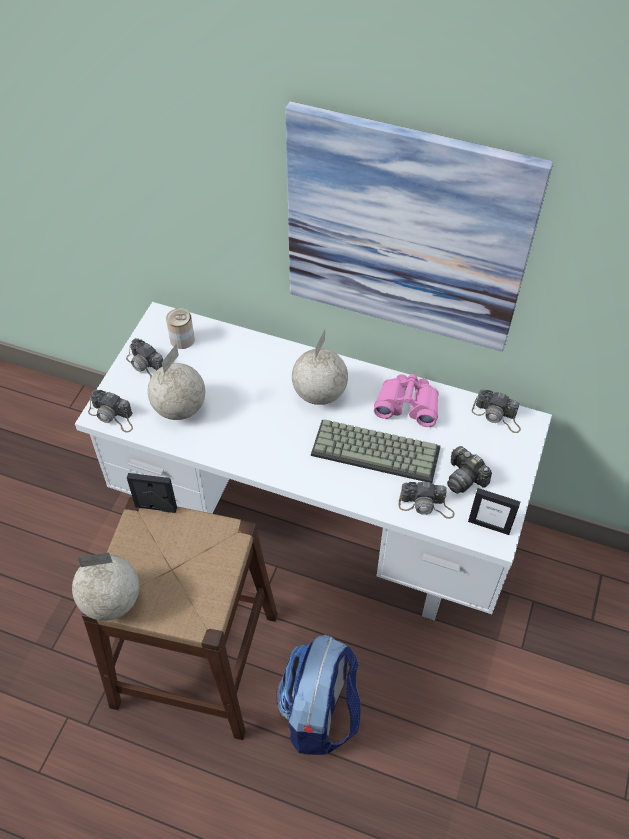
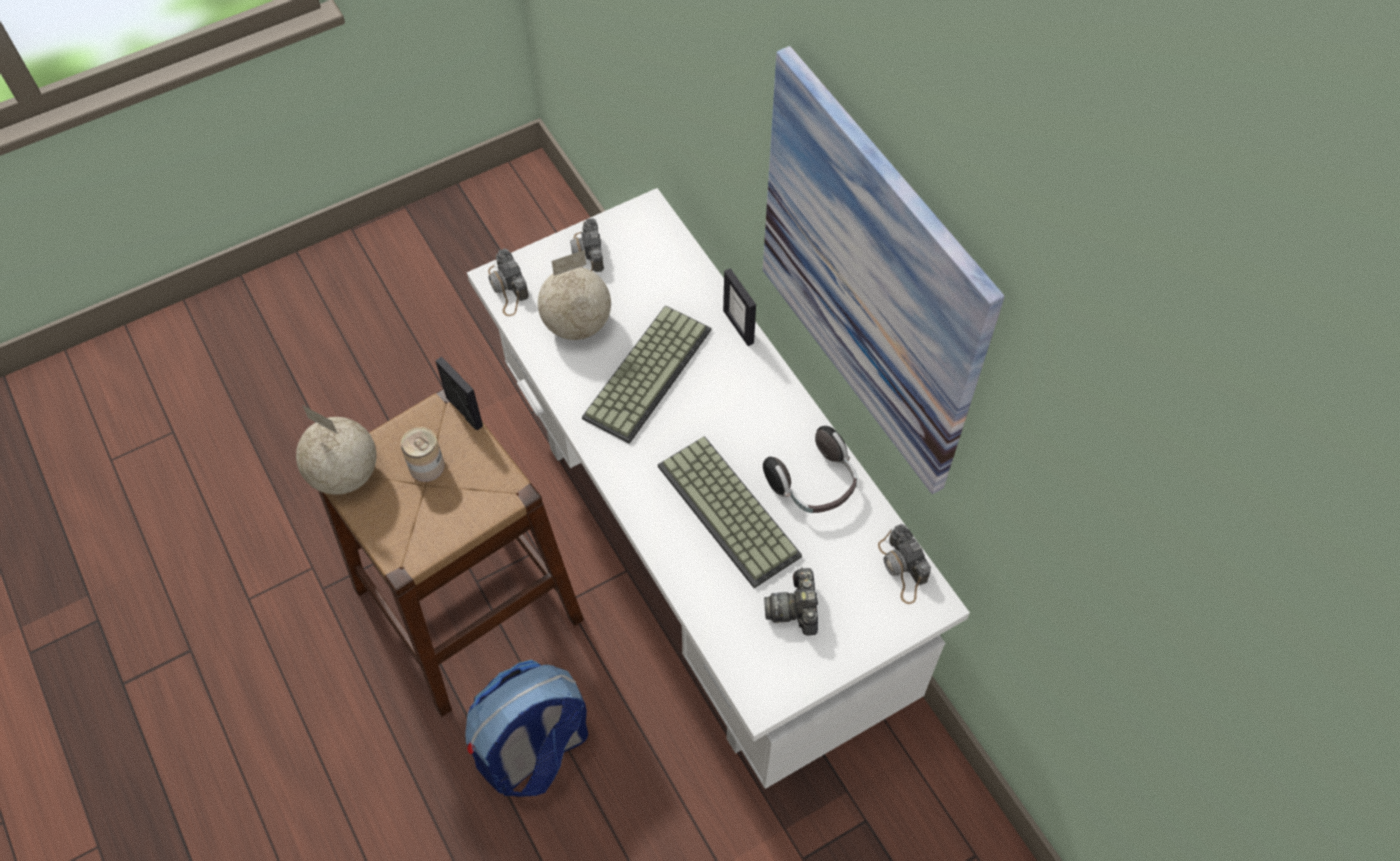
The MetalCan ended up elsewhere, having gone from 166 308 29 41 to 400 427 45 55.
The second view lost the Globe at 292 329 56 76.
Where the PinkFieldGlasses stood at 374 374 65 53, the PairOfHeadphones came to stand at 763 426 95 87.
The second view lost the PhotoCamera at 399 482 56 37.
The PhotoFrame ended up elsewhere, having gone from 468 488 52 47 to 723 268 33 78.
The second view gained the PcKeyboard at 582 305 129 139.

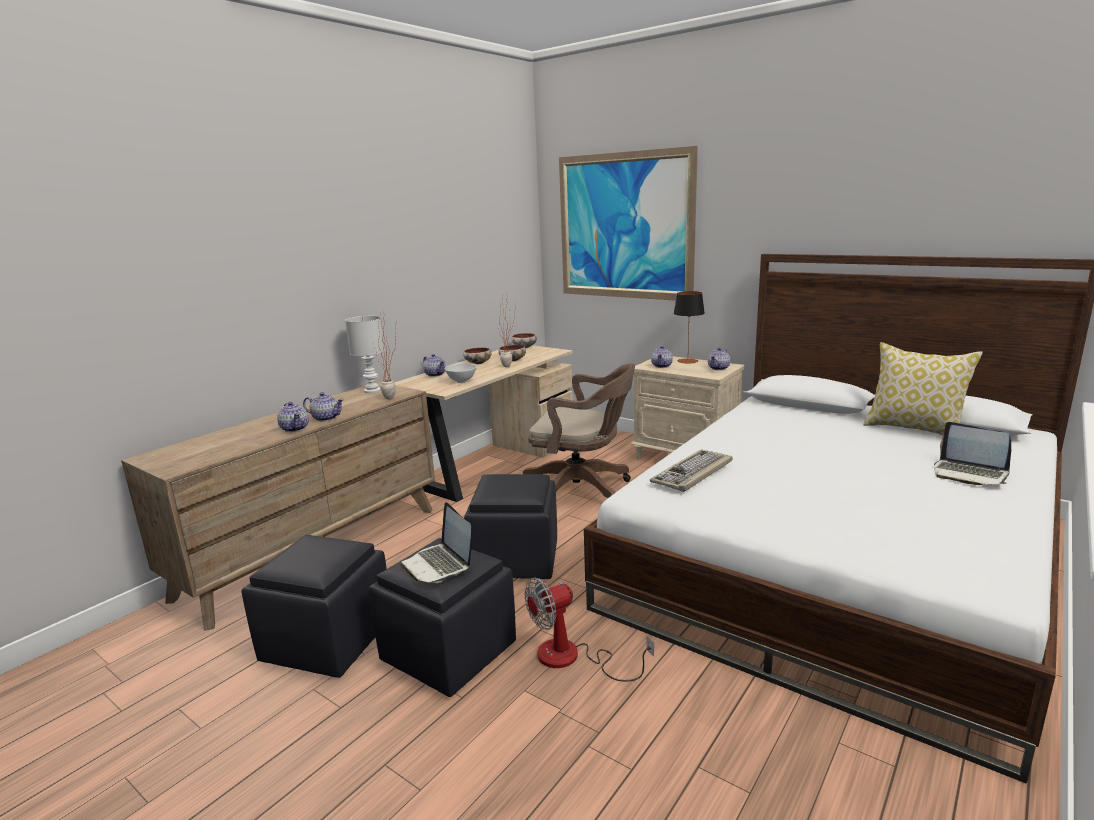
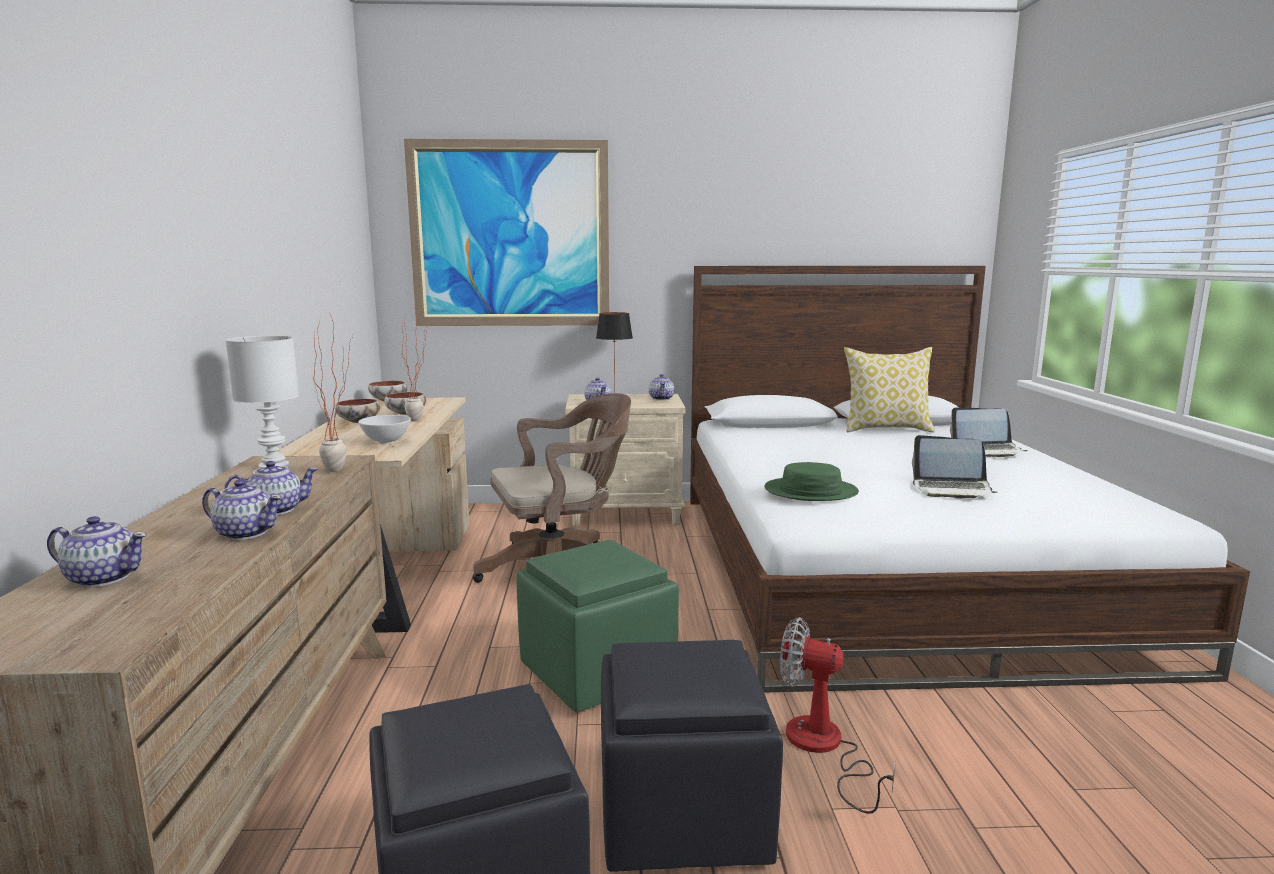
The PotForTea ended up elsewhere, having gone from 423 354 23 23 to 47 516 100 71.
Where the PcKeyboard stood at 650 449 83 43, the GreenHat came to stand at 764 462 95 39.
What was the BlackColouredOttoman at 464 474 93 105 turned into the GreenOttoman at 517 540 162 173.
The PortableComputer ended up elsewhere, having gone from 400 502 72 81 to 912 435 85 64.
The CoolingFan at 525 578 129 104 ended up facing another way, 90 degrees clockwise from before.

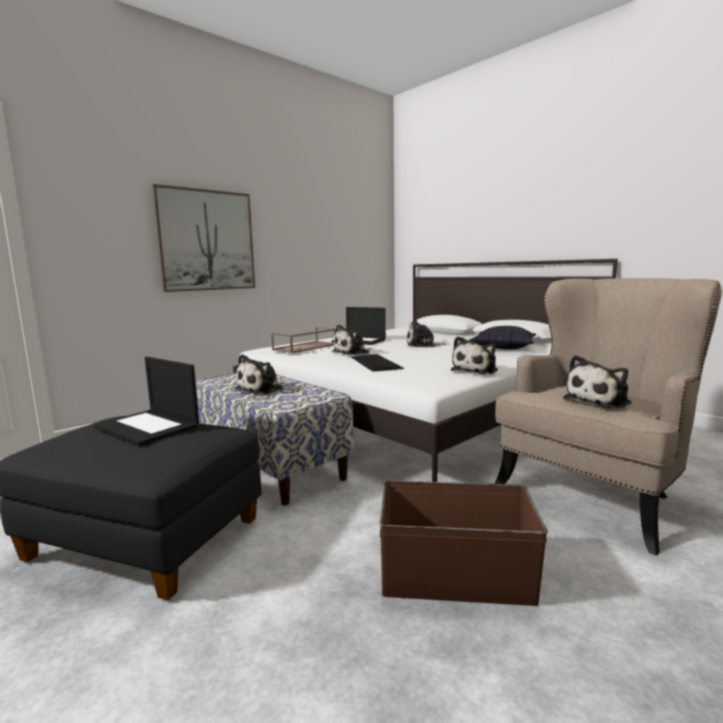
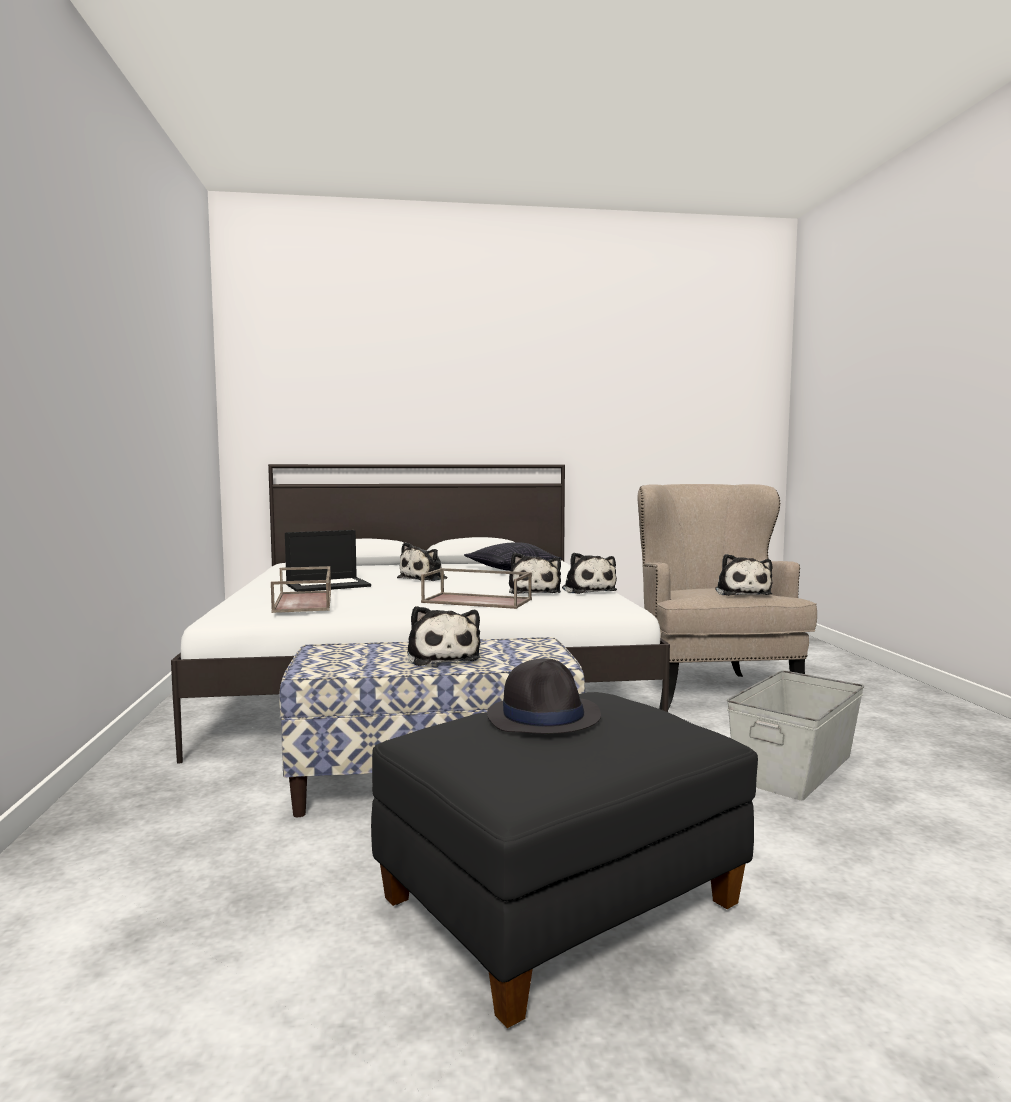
The second view lost the WallPicture at 151 184 104 108.
The CuddlyToy ended up elsewhere, having gone from 332 325 39 30 to 509 553 52 41.
Where the PcKeyboard stood at 351 354 53 18, the BrownColouredCarryingTray came to stand at 421 568 111 41.
Where the PortableComputer stood at 94 357 105 89, the BlackColouredHat came to stand at 487 658 114 76.
What was the BrownColouredStorageBox at 379 481 169 125 turned into the GreyStorageBox at 727 670 137 131.

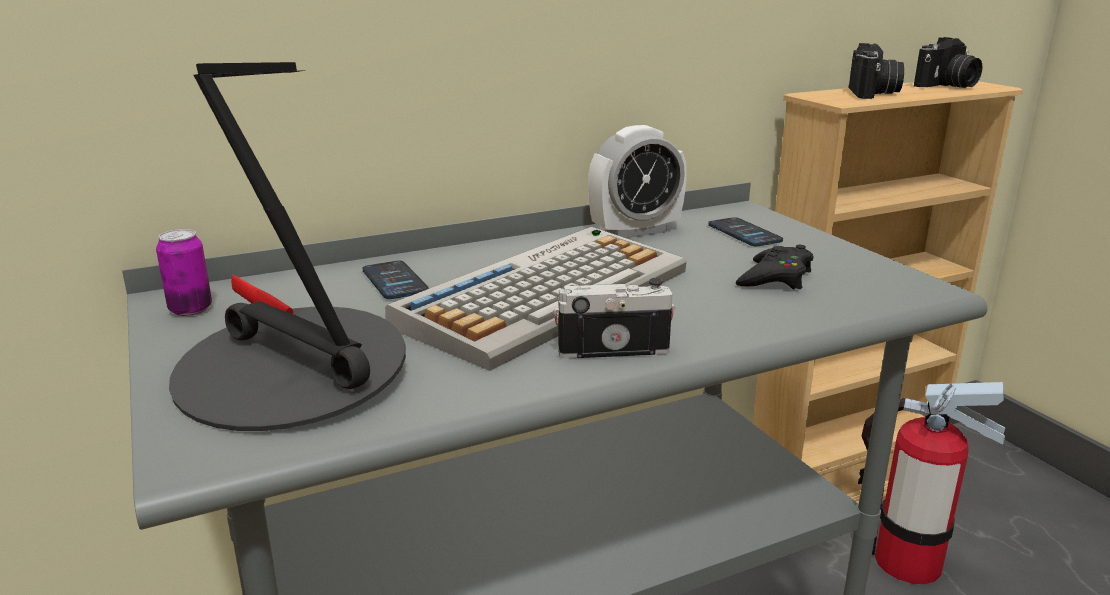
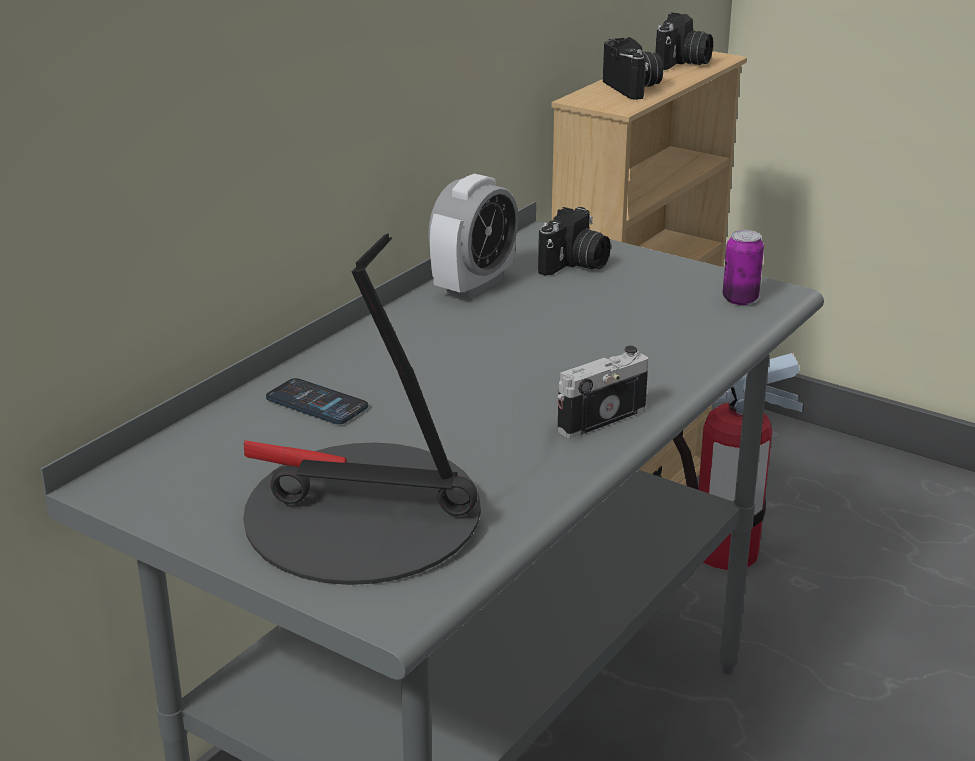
Where the Telephone stood at 708 217 75 29, the PhotoCamera came to stand at 538 207 73 69.
The second view lost the PcKeyboard at 385 227 301 144.
The MetalCan ended up elsewhere, having gone from 156 229 56 87 to 722 230 42 75.
The second view lost the BlackColouredGamepad at 736 245 77 45.

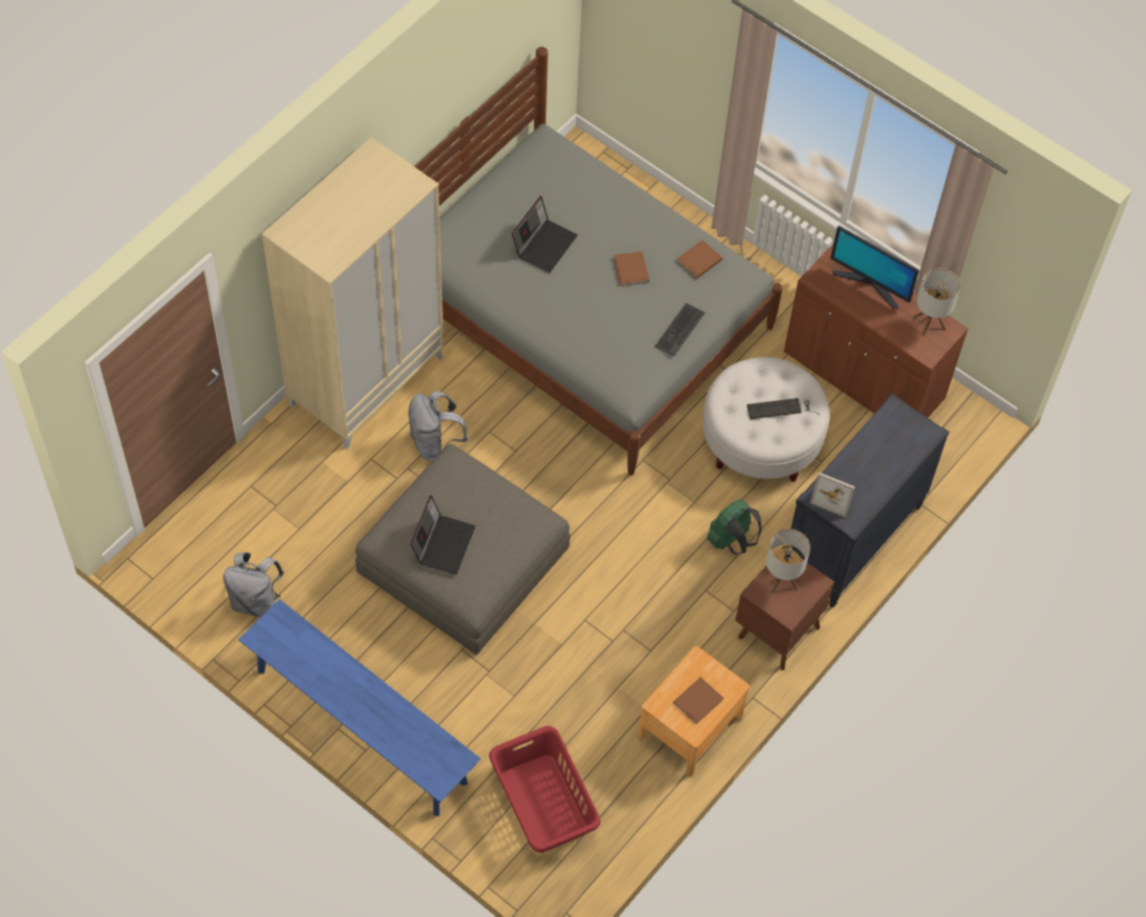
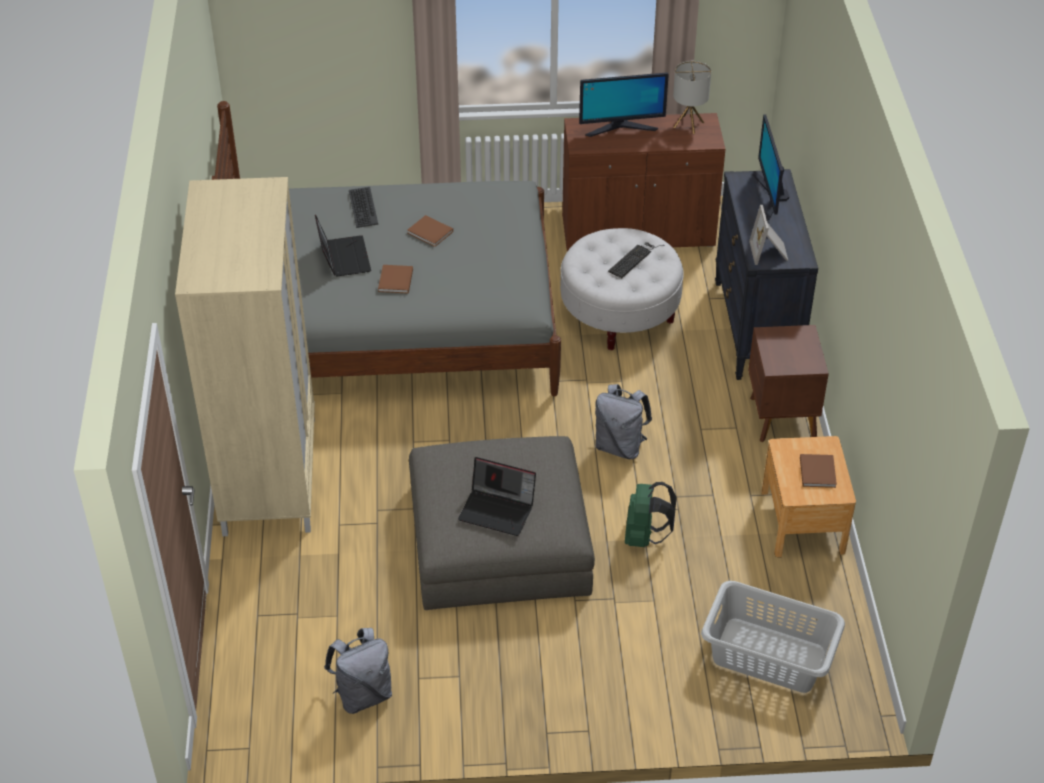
The BrownColouredVolume ended up elsewhere, having gone from 677 240 46 39 to 378 265 35 29.
The PcKeyboard ended up elsewhere, having gone from 655 303 50 53 to 349 187 29 41.
The GreyKnapsack ended up elsewhere, having gone from 408 391 60 70 to 595 384 57 75.
The PhotoFrame at 810 472 45 45 ended up facing another way, 105 degrees clockwise from before.
The PortableComputer at 410 495 66 80 ended up facing another way, 135 degrees clockwise from before.
The GreenKnapsack ended up elsewhere, having gone from 707 500 55 54 to 625 482 52 65.
The second view lost the TableLamp at 766 529 44 65.
The second view lost the BlueColouredLongSeat at 238 599 243 217.
What was the RedColouredLaundryBasket at 489 726 111 127 turned into the GreyLaundryBasket at 701 581 144 112.
The second view gained the ComputerDisplay at 752 114 37 106.

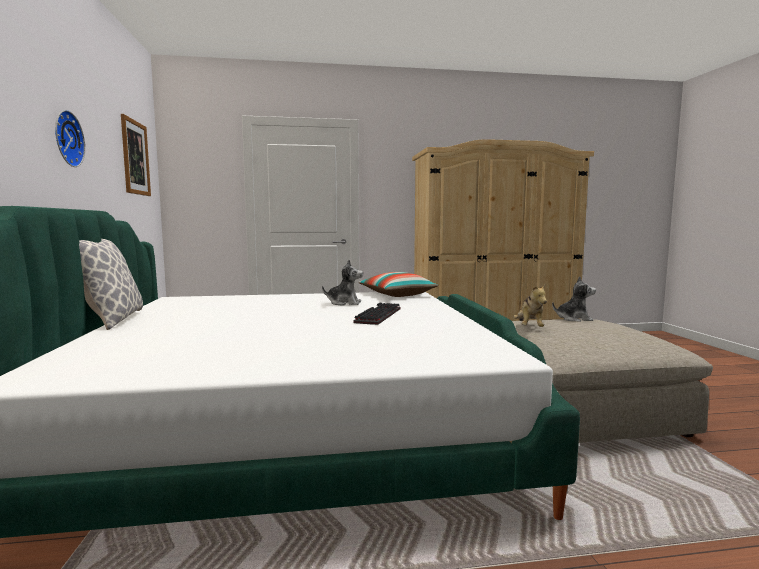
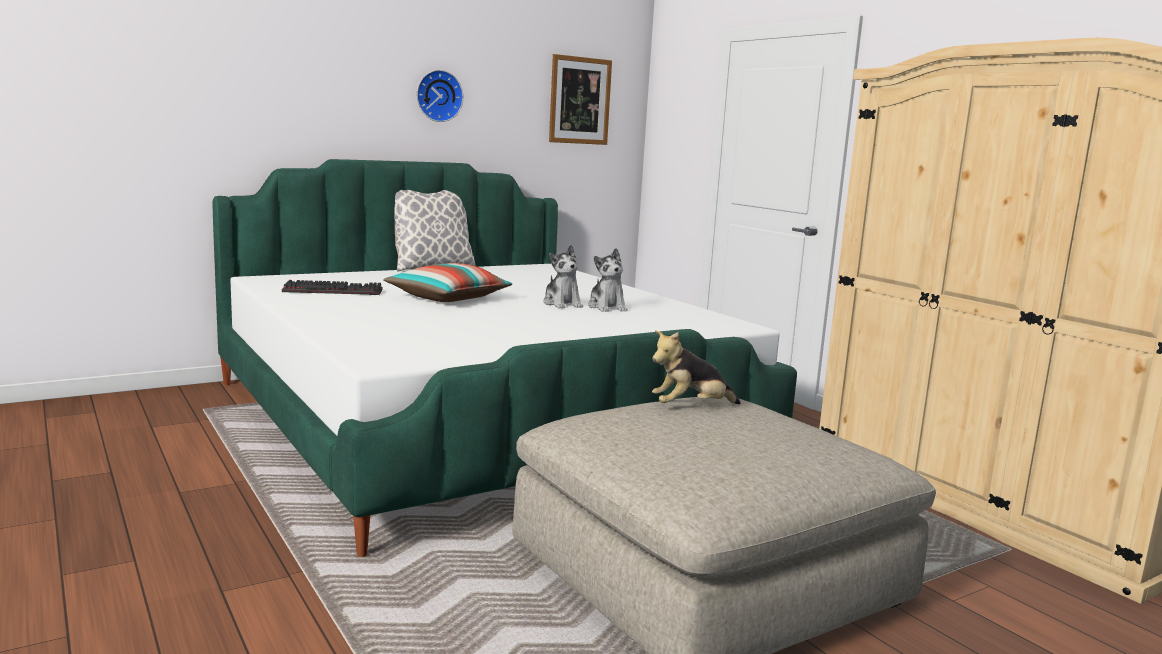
The ThrowPillow ended up elsewhere, having gone from 359 272 79 25 to 383 263 129 39.
The CuddlyToy ended up elsewhere, having gone from 552 276 44 45 to 543 245 40 63.
The PcKeyboard ended up elsewhere, having gone from 354 303 46 22 to 282 280 100 15.

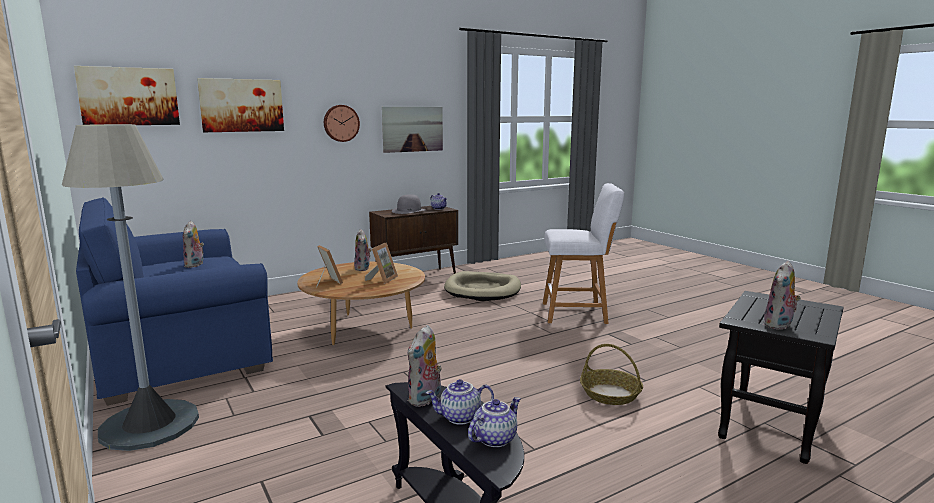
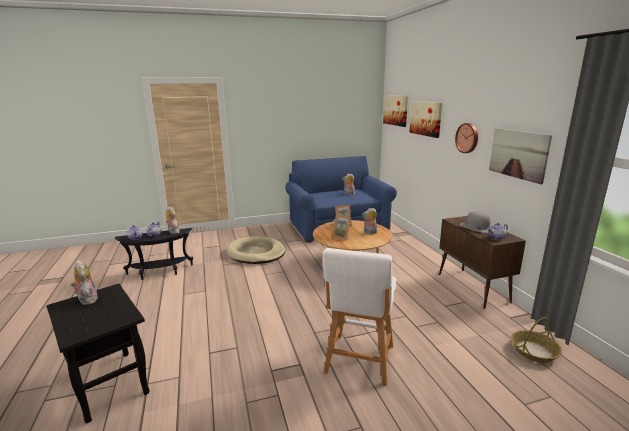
The second view lost the GreyStandingLamp at 62 124 137 327.
The BeigePetBed ended up elsewhere, having gone from 444 271 77 30 to 226 236 60 28.
The StorageBasket ended up elsewhere, having gone from 580 344 63 61 to 511 317 51 46.

